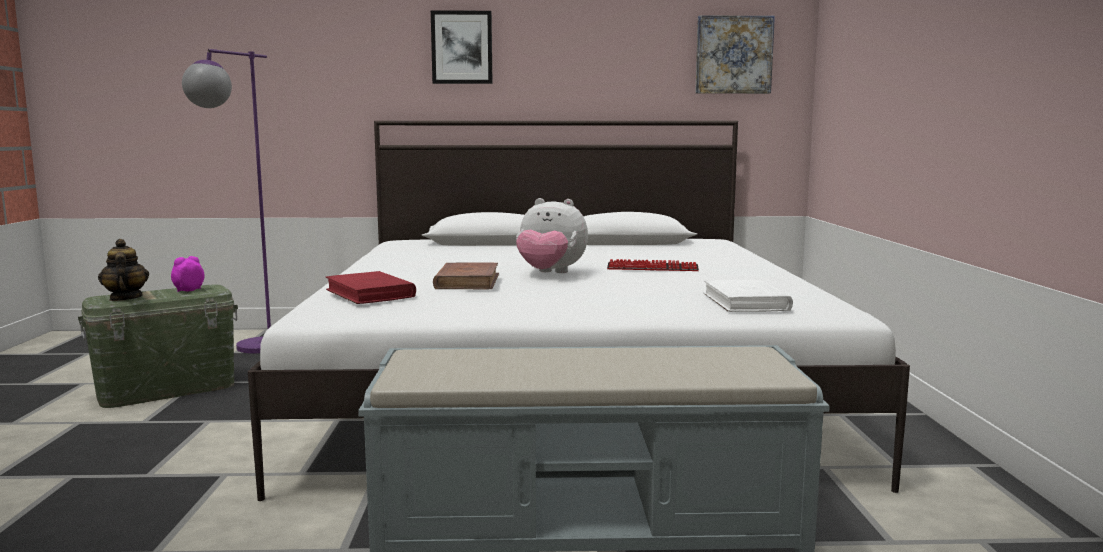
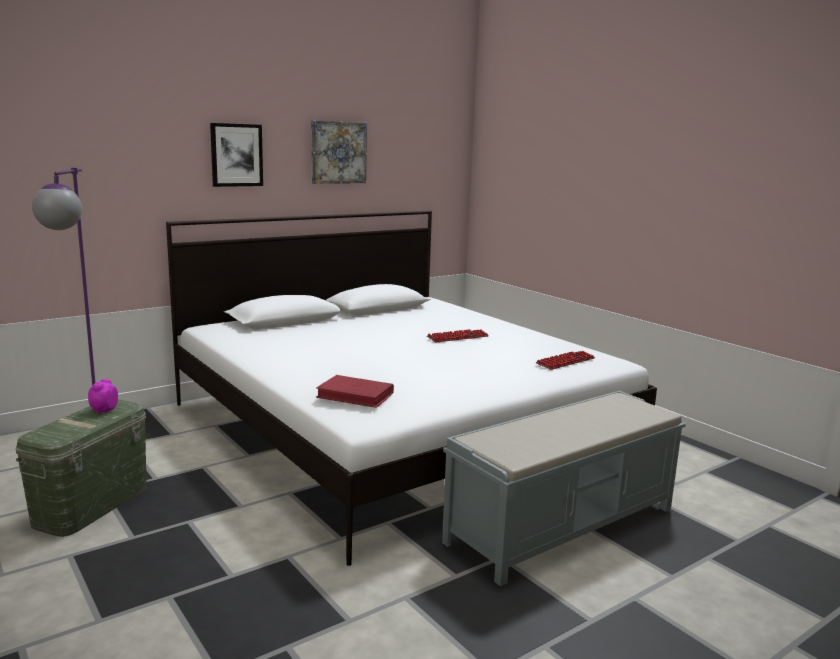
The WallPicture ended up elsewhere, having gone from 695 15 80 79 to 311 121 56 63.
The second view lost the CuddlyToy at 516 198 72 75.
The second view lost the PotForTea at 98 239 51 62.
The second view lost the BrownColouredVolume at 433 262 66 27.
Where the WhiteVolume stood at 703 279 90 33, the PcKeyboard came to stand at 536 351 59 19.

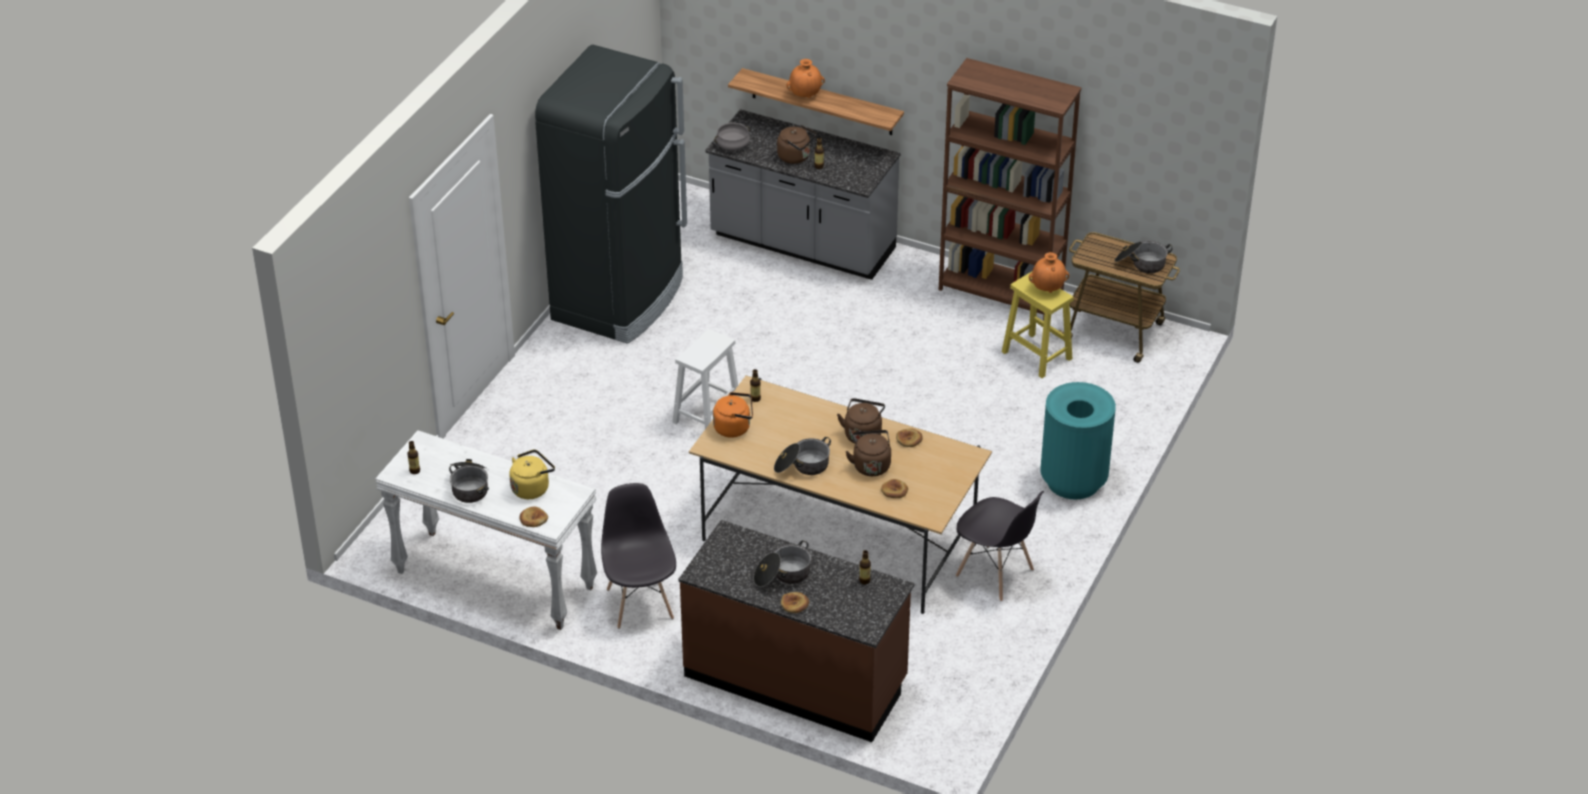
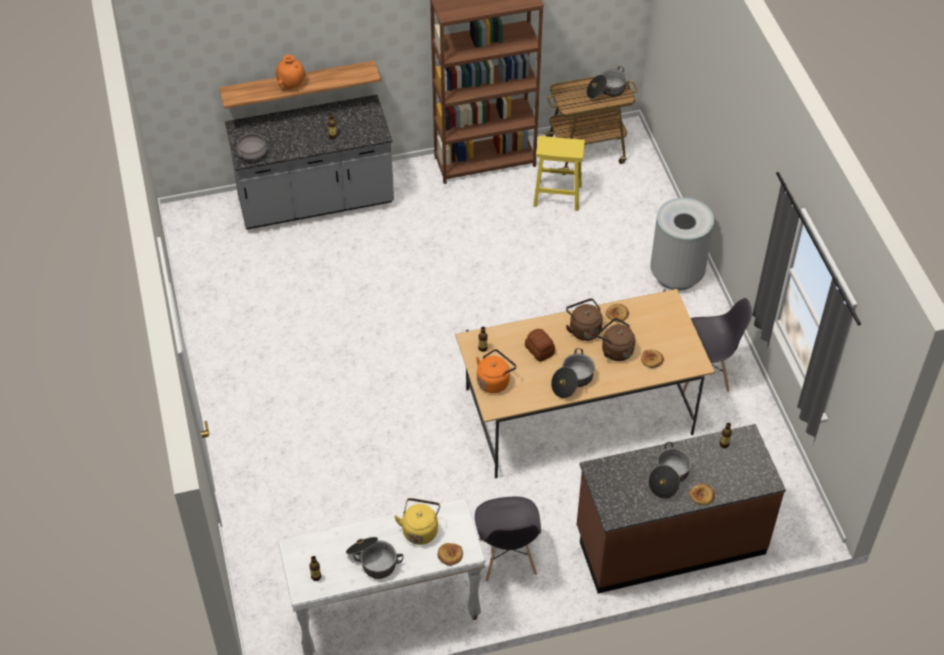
The second view lost the BlackColouredFridge at 535 45 152 299.
The second view lost the BrownColouredTeaKettle at 777 125 40 39.
The second view lost the OrangeDecorativeVase at 1029 252 40 41.
The second view lost the WhiteStool at 672 329 66 100.
What was the TurquoiseColouredRubbishBin at 1040 382 76 117 turned into the GreyRubbishBin at 650 198 64 93.
The GreyChair at 601 483 75 146 ended up facing another way, 135 degrees counterclockwise from before.
The second view gained the BakeryBread at 525 329 30 33.

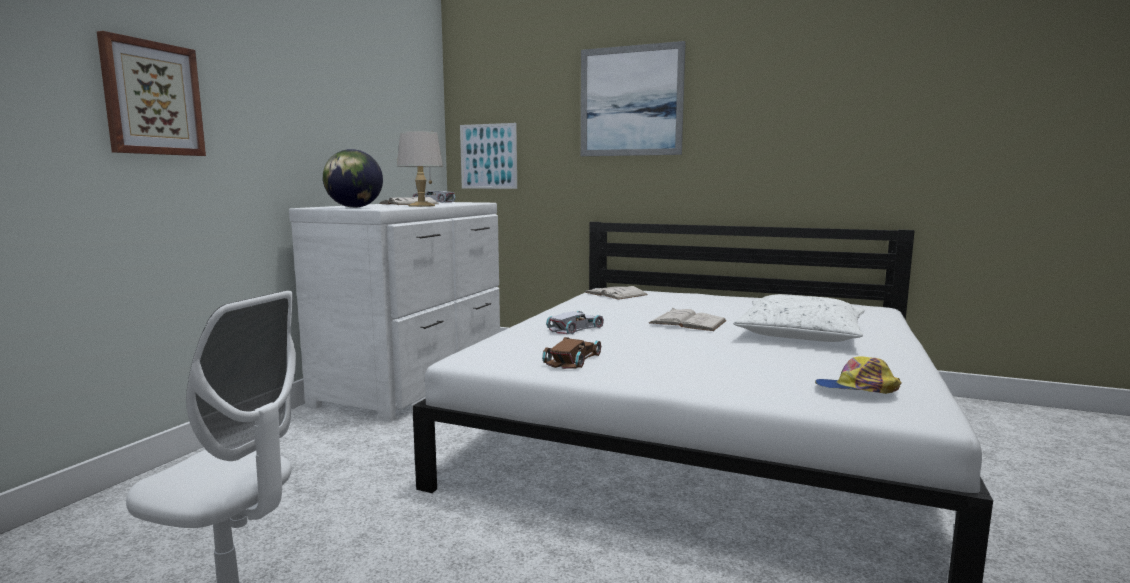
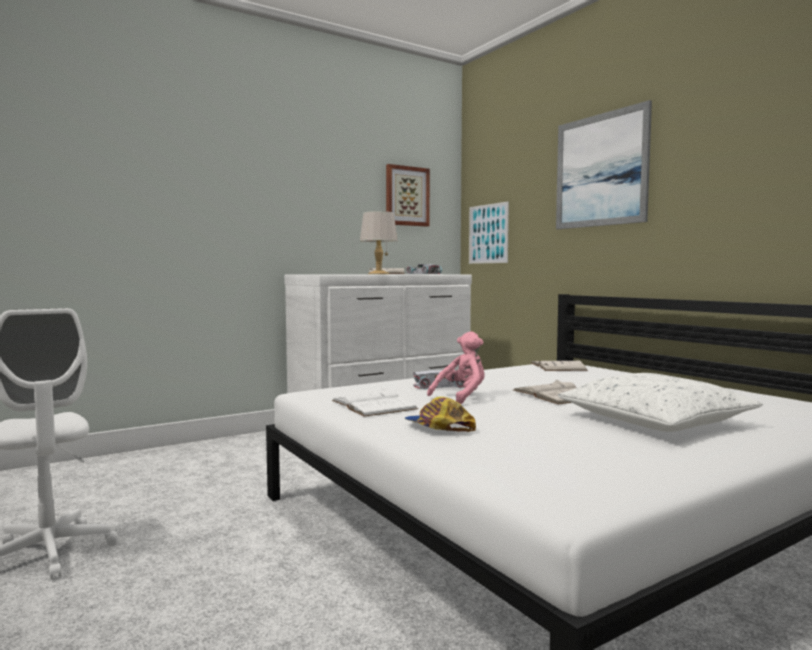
The WallPicture ended up elsewhere, having gone from 97 31 109 125 to 386 164 44 63.
The second view lost the Globe at 323 149 60 59.
Where the BrownColouredToyCar stood at 542 337 59 32, the WhiteVolume came to stand at 332 388 86 29.
The BaseballCap ended up elsewhere, having gone from 815 356 87 38 to 405 397 71 35.
The second view gained the PinkCuddlyToy at 427 331 57 73.

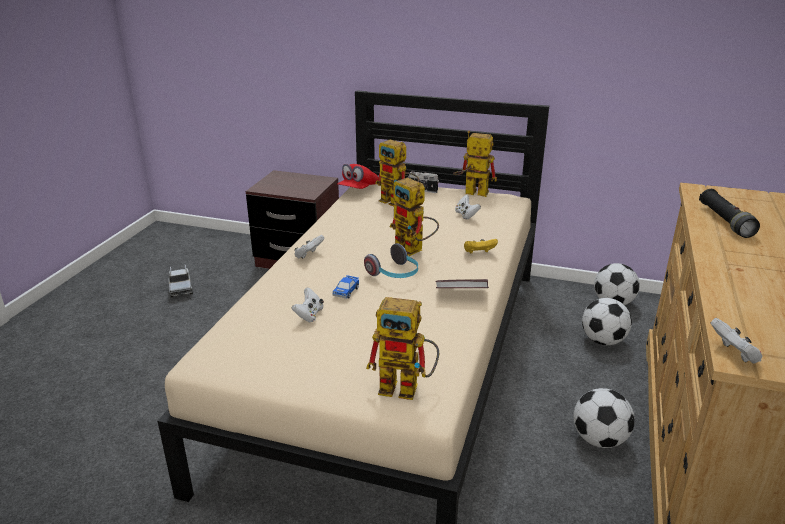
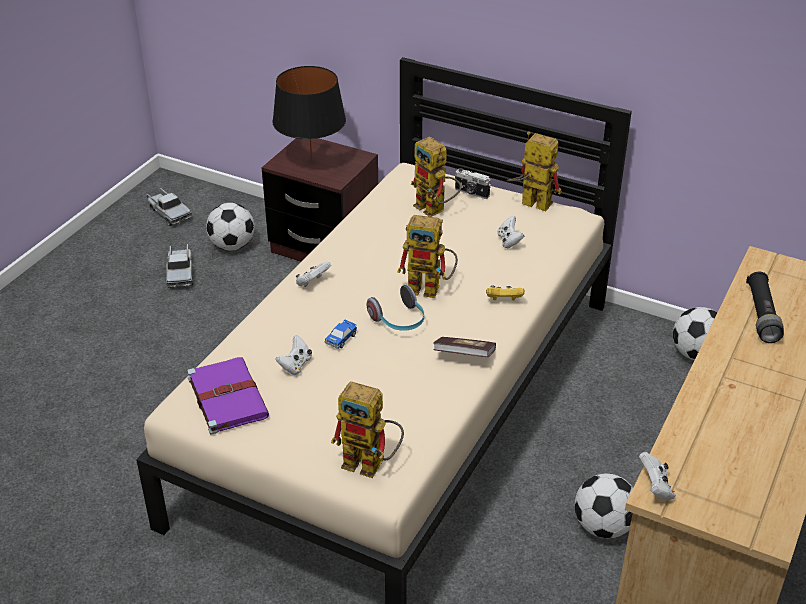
The second view lost the RedColouredBaseballCap at 338 164 40 25.
The ToyRobot at 390 177 49 79 ended up facing another way, 45 degrees counterclockwise from before.
The Football ended up elsewhere, having gone from 582 298 50 47 to 206 203 48 47.
The second view gained the BlackColouredTableLamp at 272 66 74 96.
The second view gained the ToyTruck at 146 188 46 38.
The second view gained the PurpleColouredVolume at 187 357 82 78.

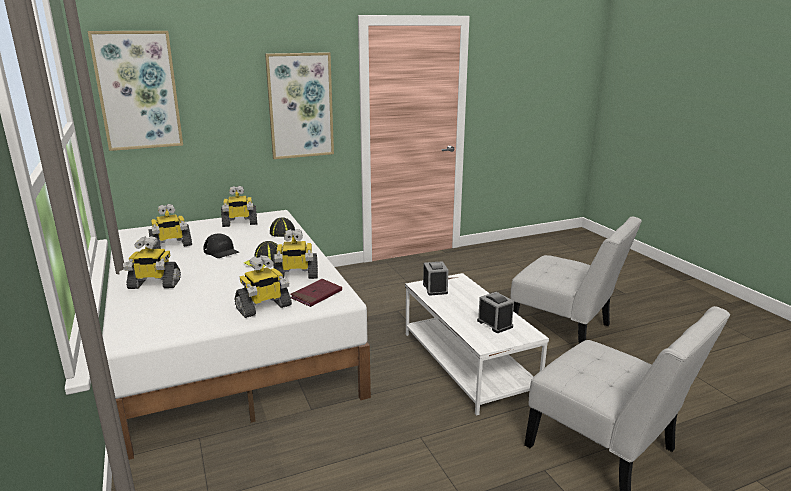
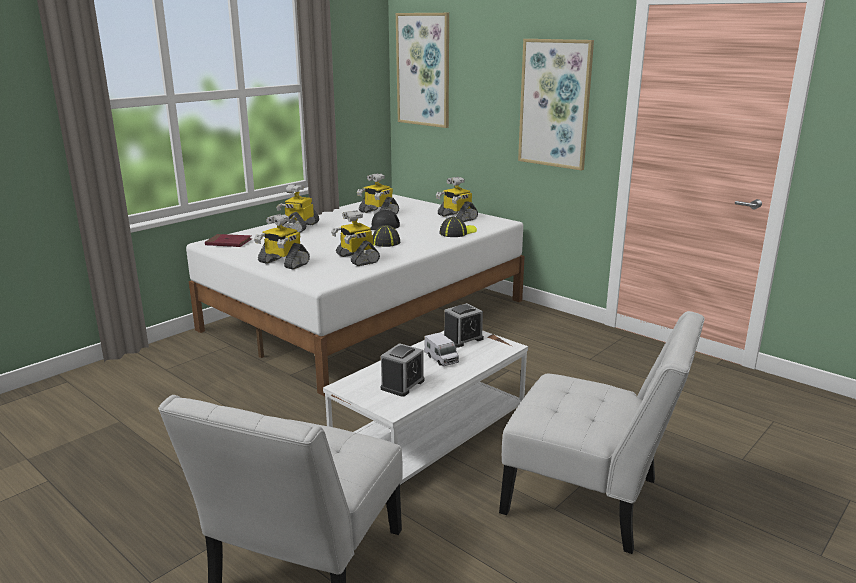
The WhiteChair at 511 216 131 128 ended up facing another way, 75 degrees counterclockwise from before.
The ToyRobot at 123 236 58 53 ended up facing another way, 45 degrees clockwise from before.
The RedColouredVolume ended up elsewhere, having gone from 290 279 52 28 to 205 234 47 13.
The second view gained the ToyTruck at 425 332 34 34.

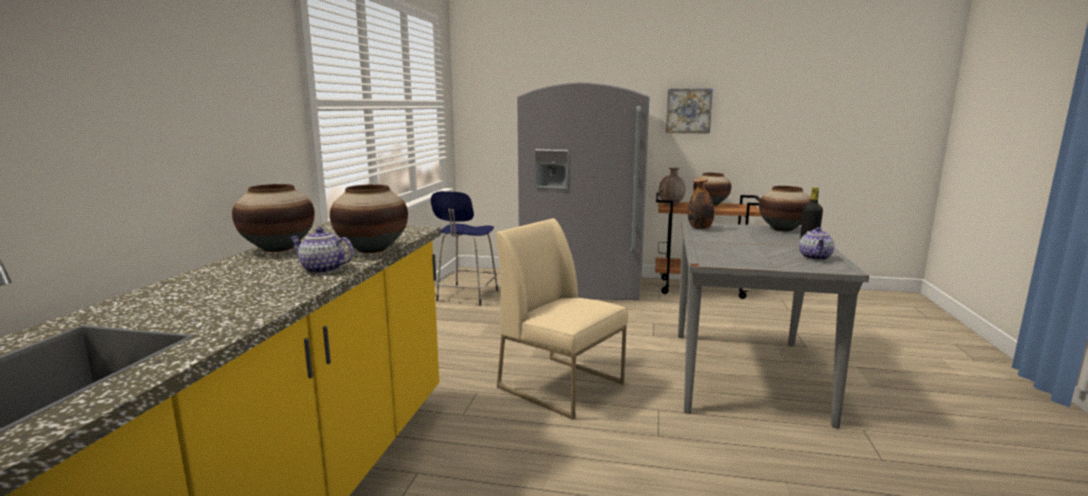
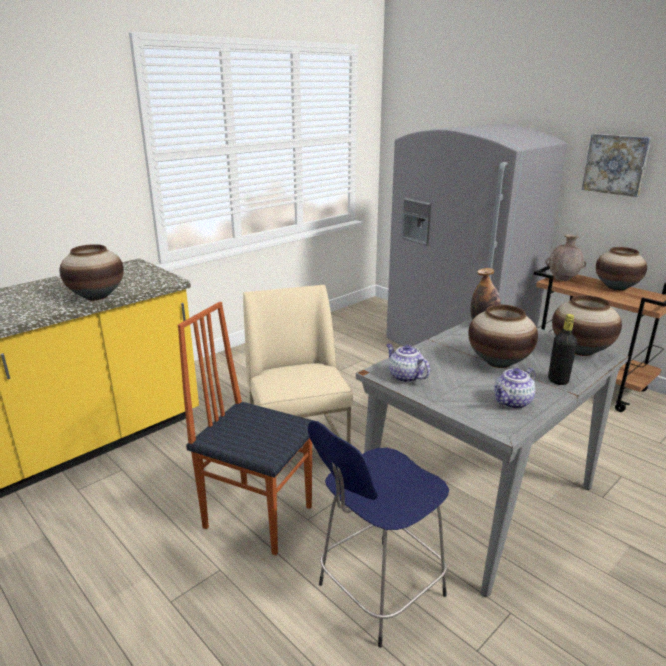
The DecorativeVase ended up elsewhere, having gone from 232 184 83 68 to 468 305 70 63.
The BlueColouredStool ended up elsewhere, having gone from 431 191 67 115 to 308 421 141 227.
The PotForTea ended up elsewhere, having gone from 289 228 65 46 to 386 344 44 39.
The second view gained the Chair at 178 302 136 254.

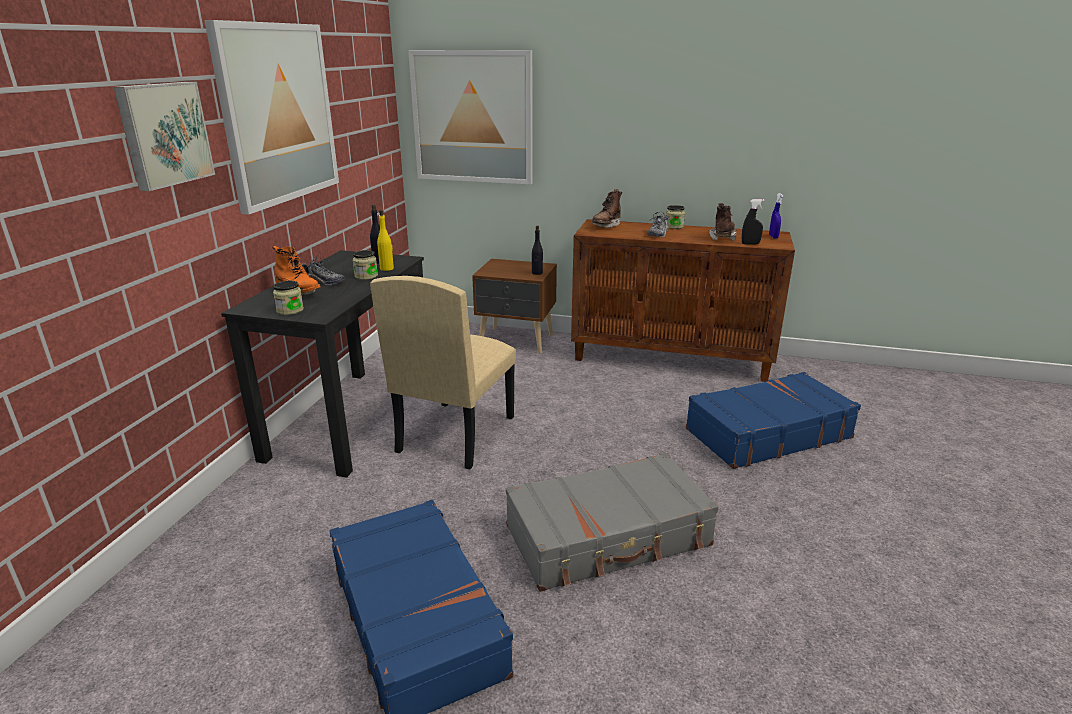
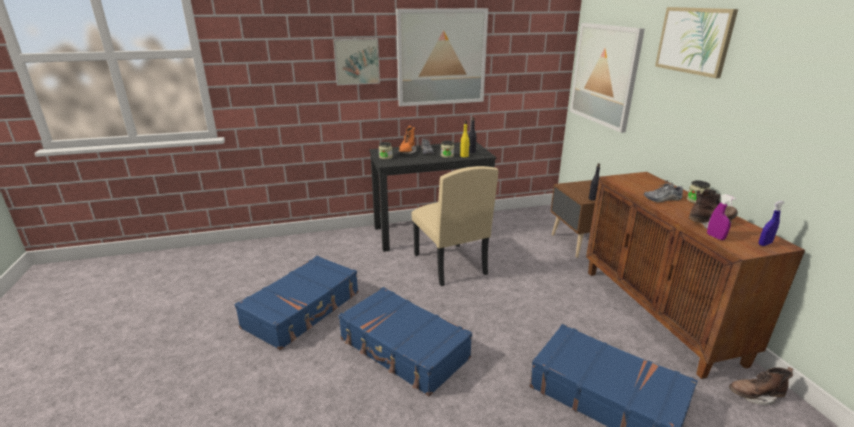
The BrownColouredHighTopBoot ended up elsewhere, having gone from 591 189 31 39 to 729 367 64 38.
What was the BlackColouredHandSprayer at 742 199 23 46 turned into the PurpleColouredHandSprayer at 707 194 29 46.
The BeigeChair at 370 276 146 193 ended up facing another way, 105 degrees counterclockwise from before.
What was the GreyTravelCase at 506 453 213 139 turned into the BlueColouredTravelCase at 338 287 134 109.
The second view gained the WallPicture at 655 7 83 71.

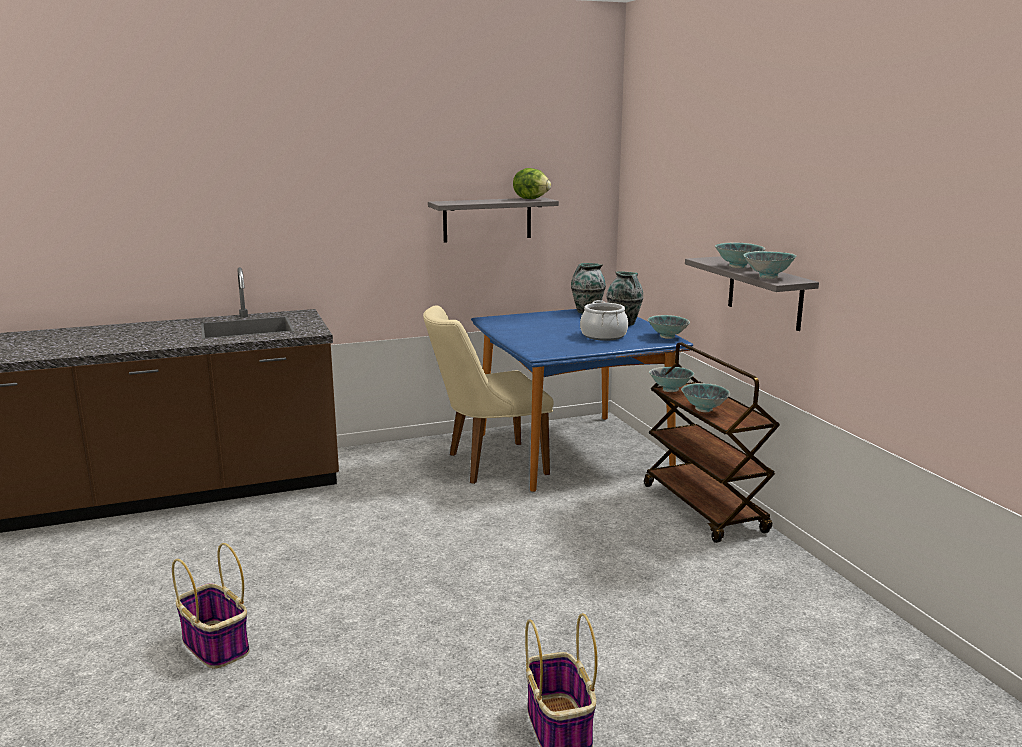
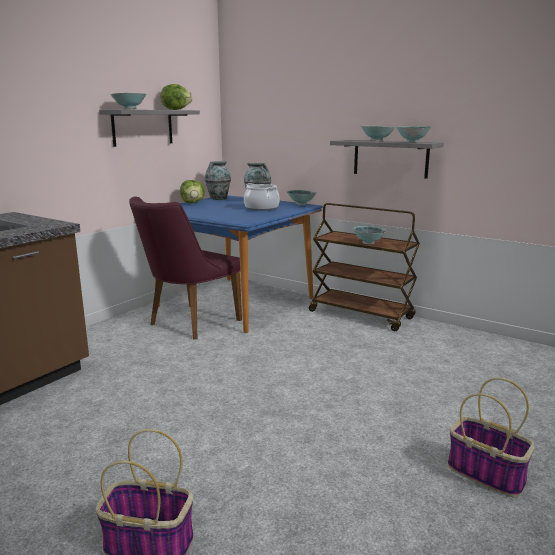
What was the BeigeChair at 423 305 131 179 turned into the PurpleColouredChair at 129 197 113 142.
The Bowl ended up elsewhere, having gone from 649 367 45 25 to 111 93 36 16.
The second view gained the LettuceHead at 180 180 25 23.

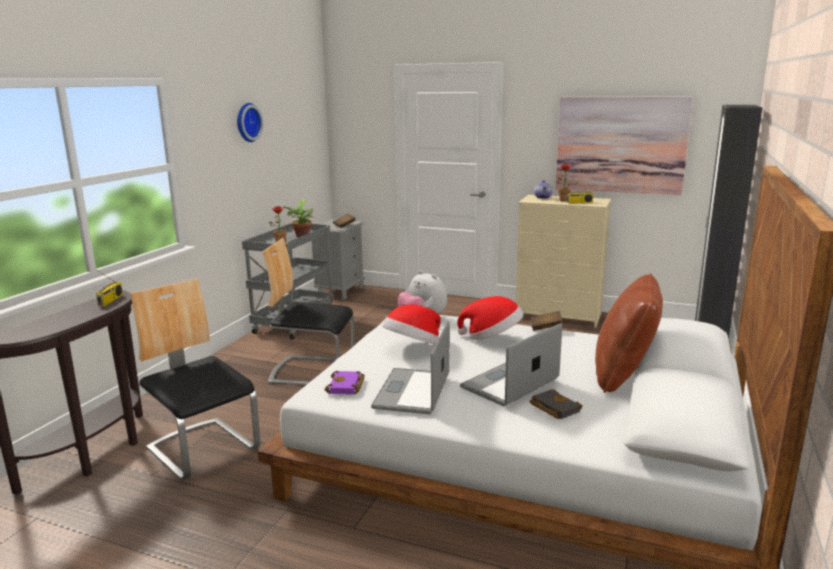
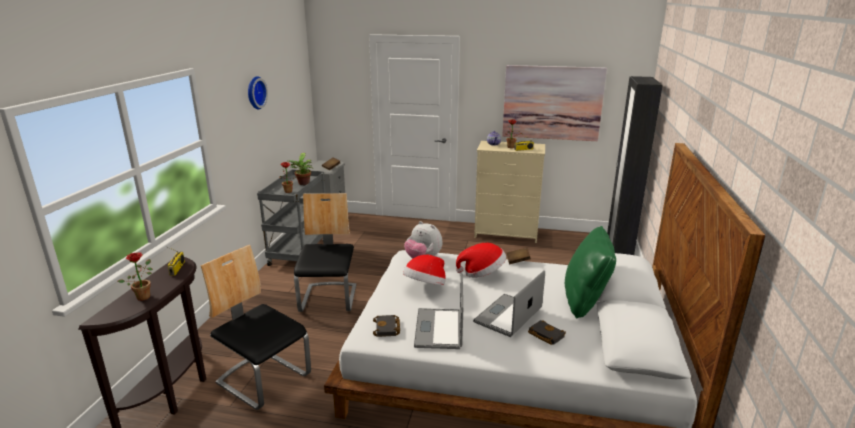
The Chair at 262 238 92 148 ended up facing another way, 90 degrees clockwise from before.
What was the BrownColouredThrowPillow at 595 273 68 120 turned into the GreenThrowPillow at 565 226 51 93.
What was the PurpleColouredVolume at 324 371 41 24 turned into the BlackColouredVolume at 373 315 27 22.
The second view gained the PlantInAPot at 118 252 35 49.

